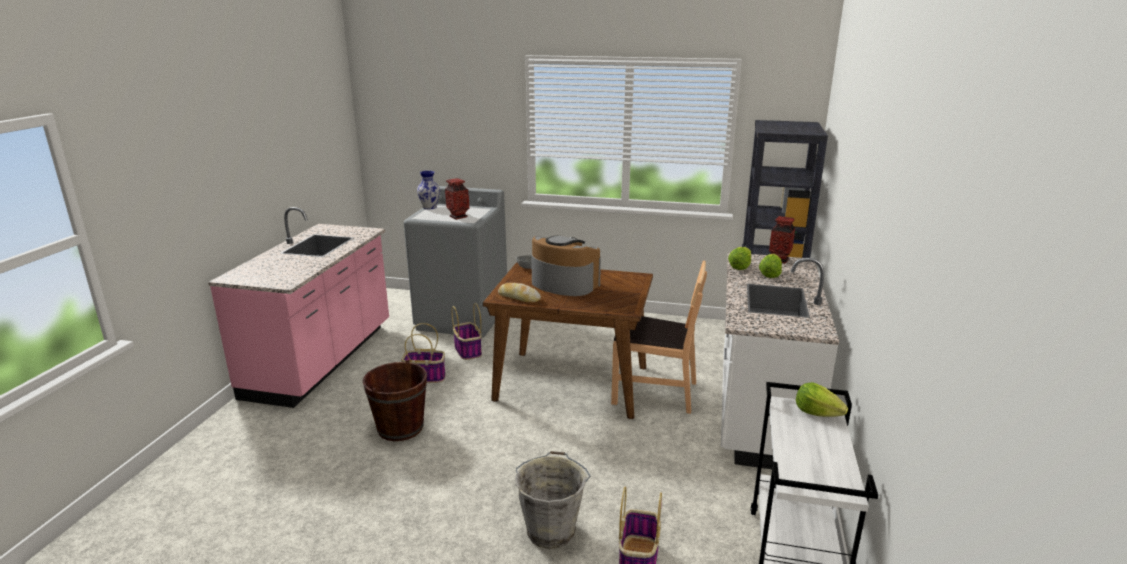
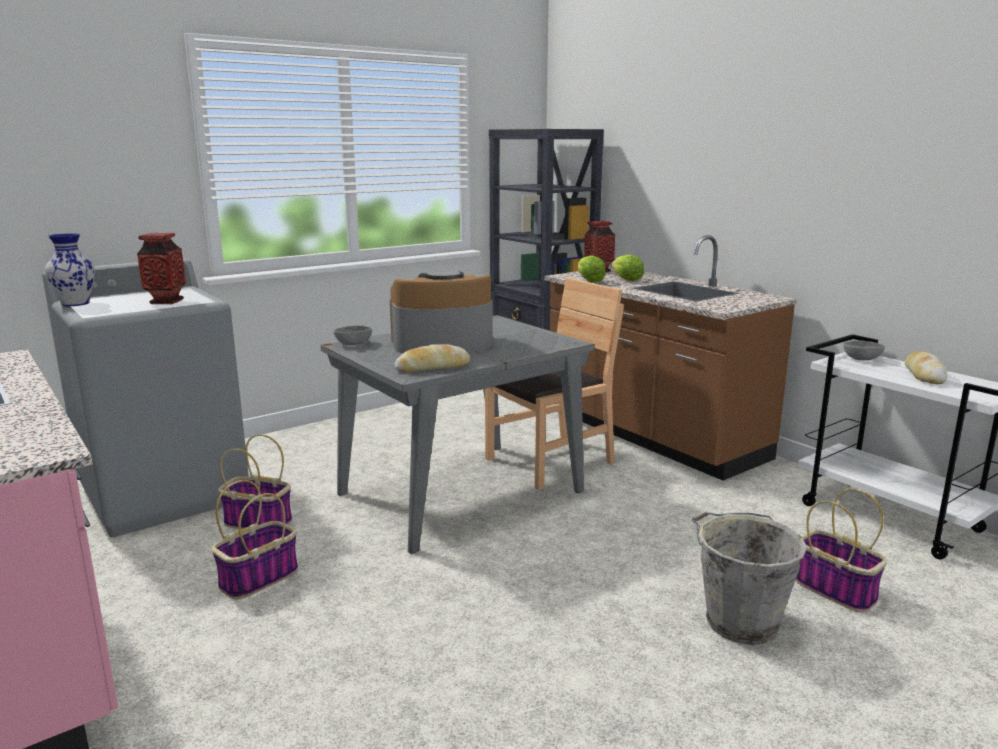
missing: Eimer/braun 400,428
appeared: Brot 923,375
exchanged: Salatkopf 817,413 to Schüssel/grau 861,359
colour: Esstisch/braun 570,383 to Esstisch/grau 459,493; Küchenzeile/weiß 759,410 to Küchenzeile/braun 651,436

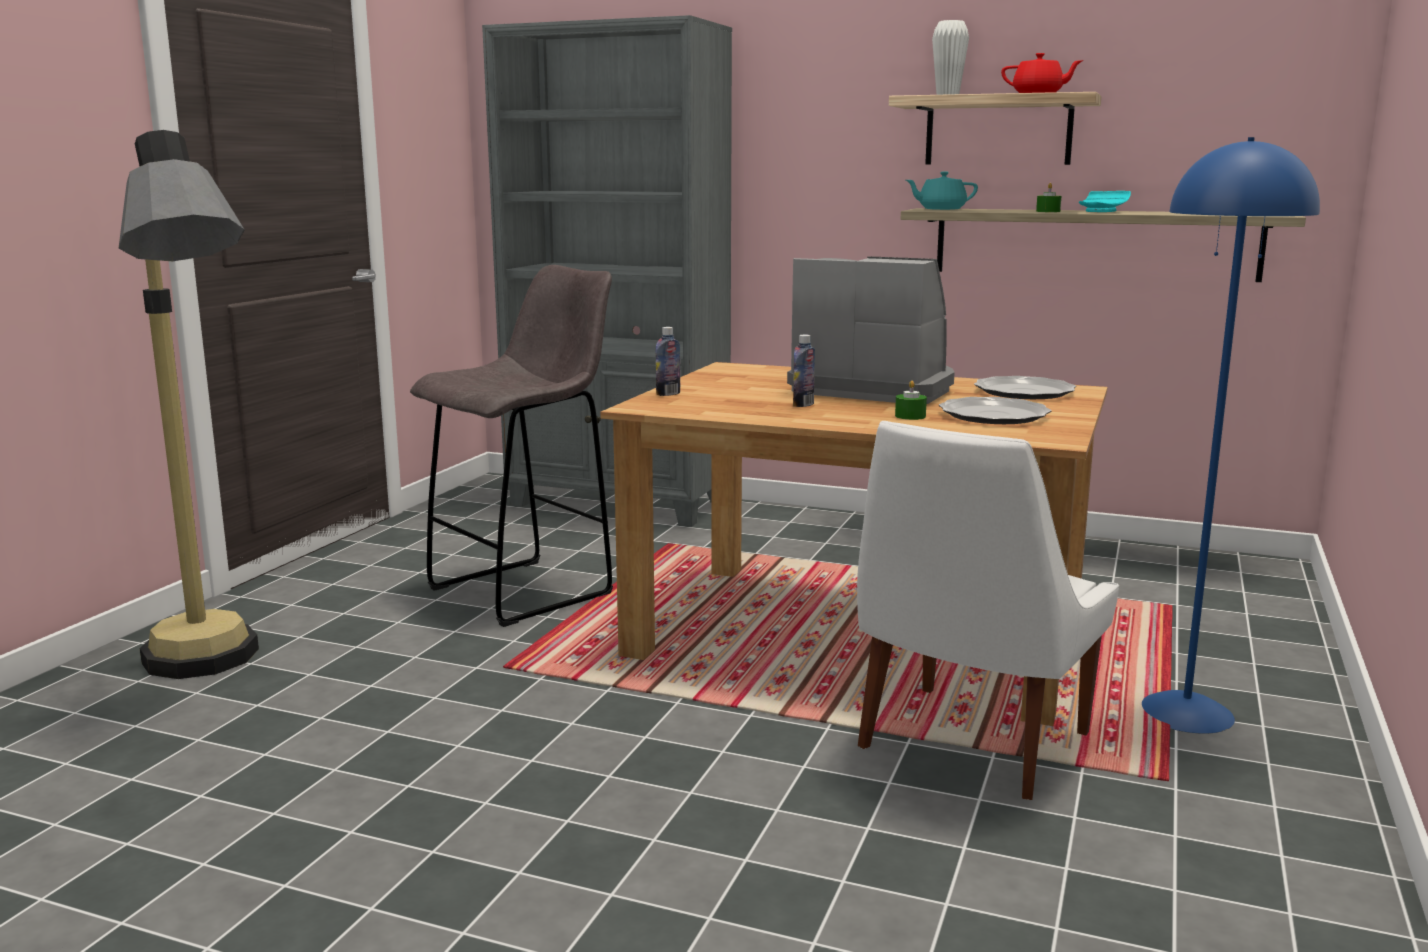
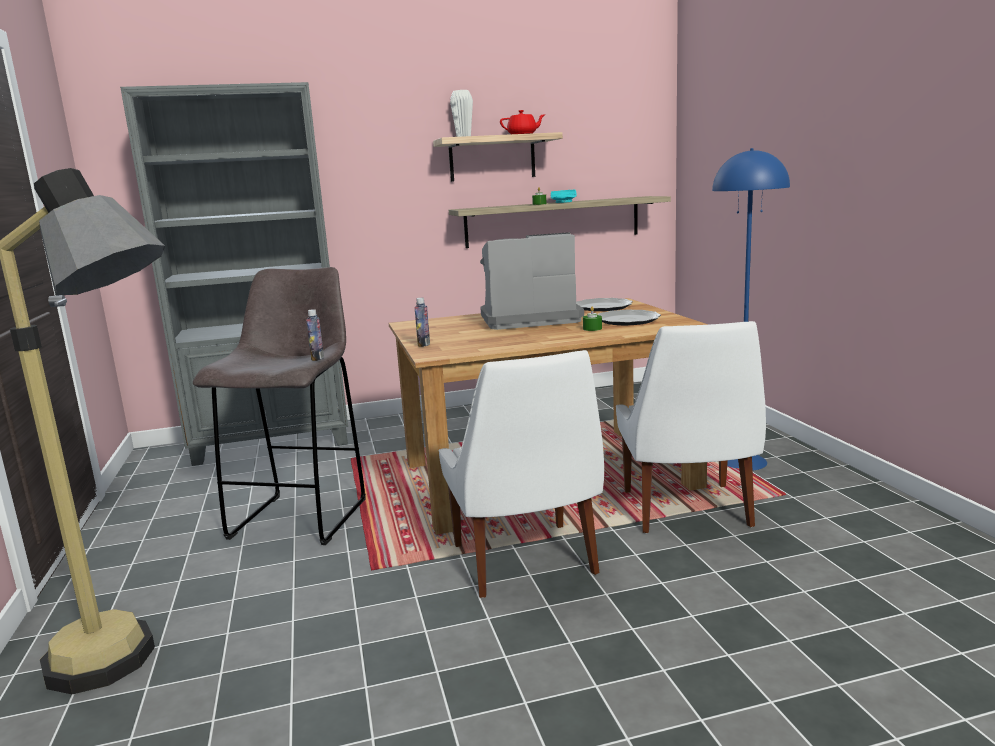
missing: Teekanne/türkis 941,209
appeared: Stuhl/weiß 526,562
relocated: Flasche 803,405 to 317,358

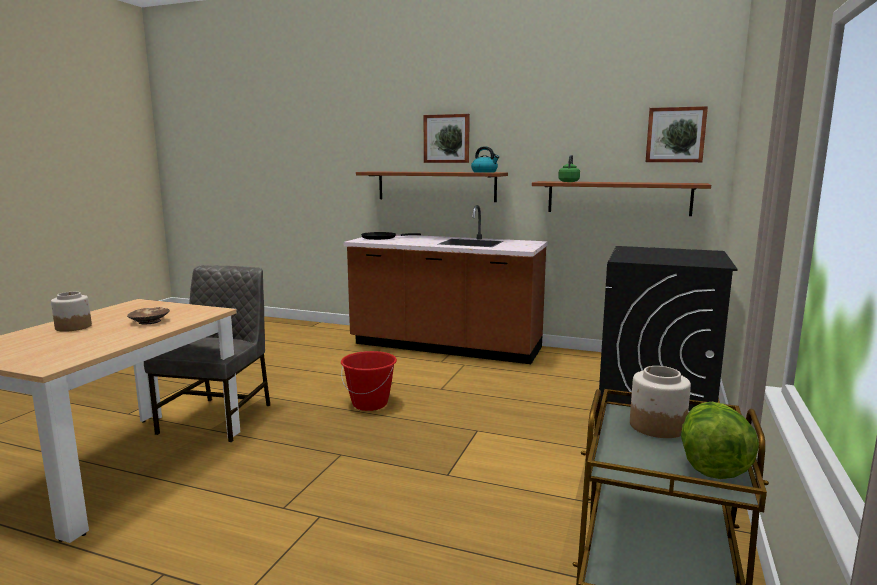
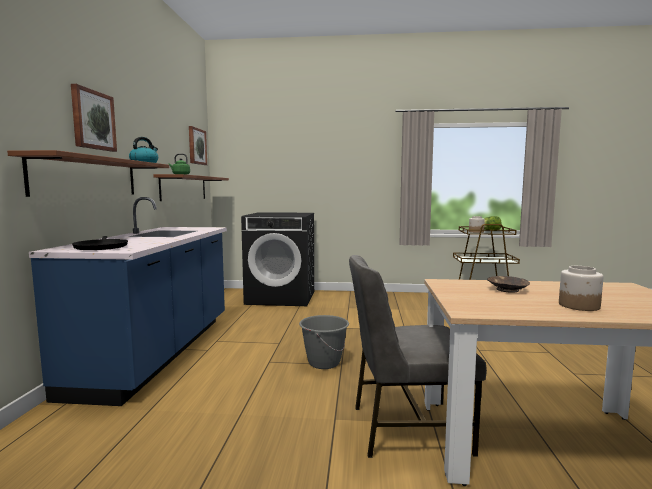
colour: Küchenzeile/braun 445,347 to Küchenzeile/blau 158,352; Eimer/rot 370,404 to Eimer/grau 323,362

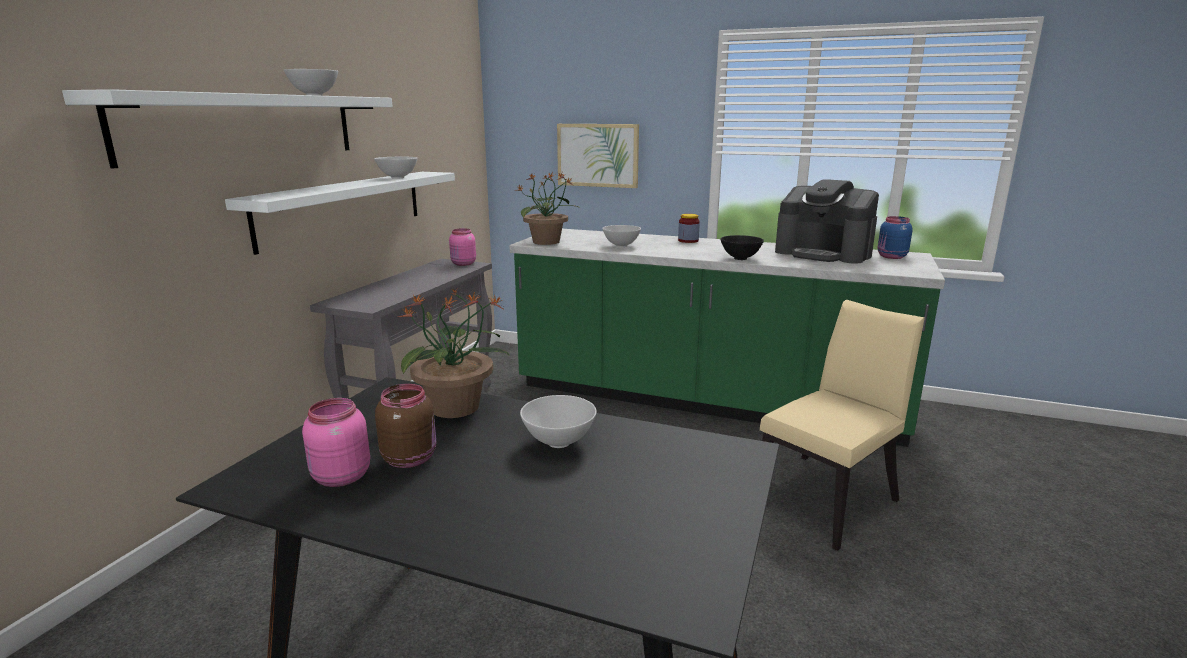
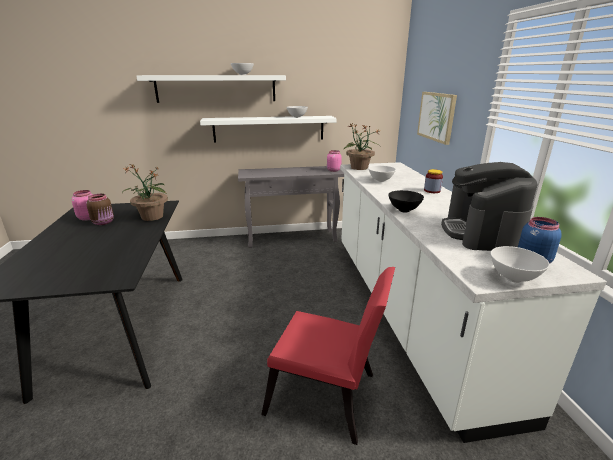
relocated: Schüssel/weiß 559,442 to 513,278
colour: Stuhl/beige 826,496 to Stuhl/rot 327,398; Küchenzeile/grün 704,401 to Küchenzeile/weiß 407,310

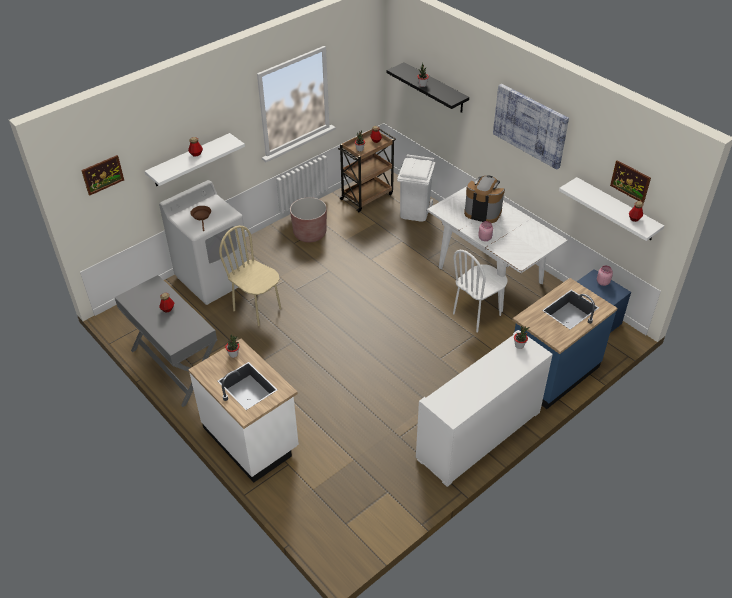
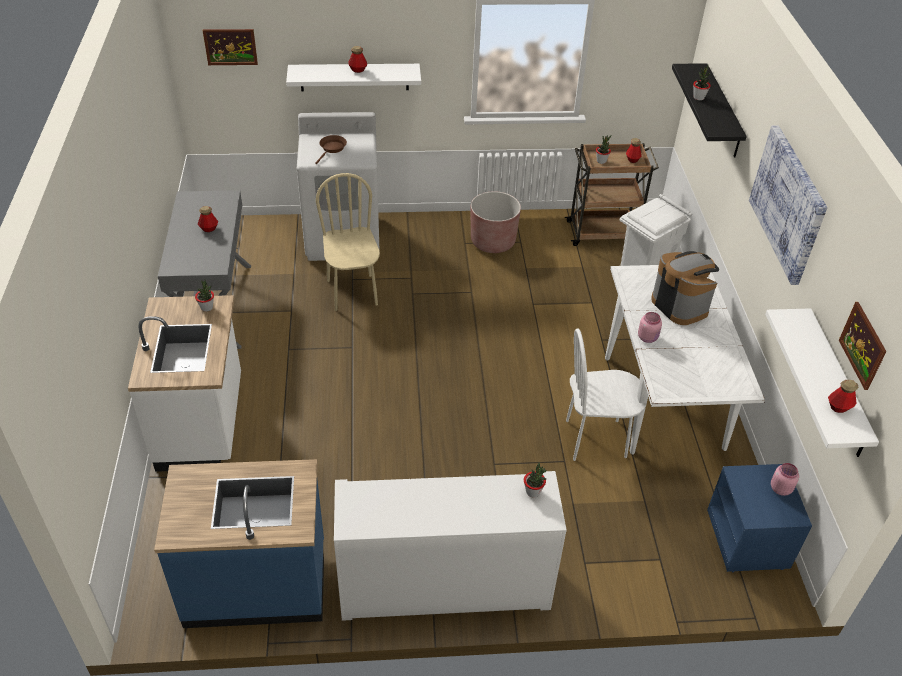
relocated: Küchenzeile/blau 552,372 to 256,584

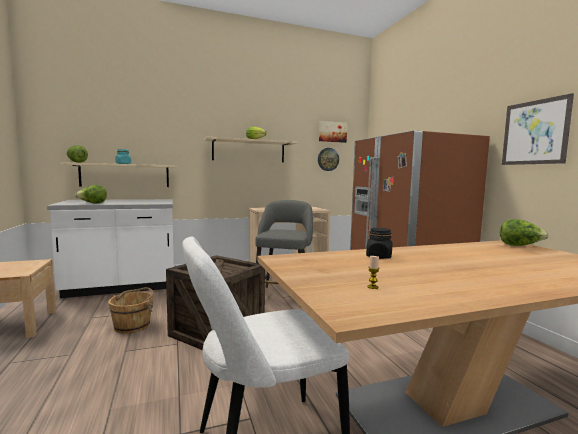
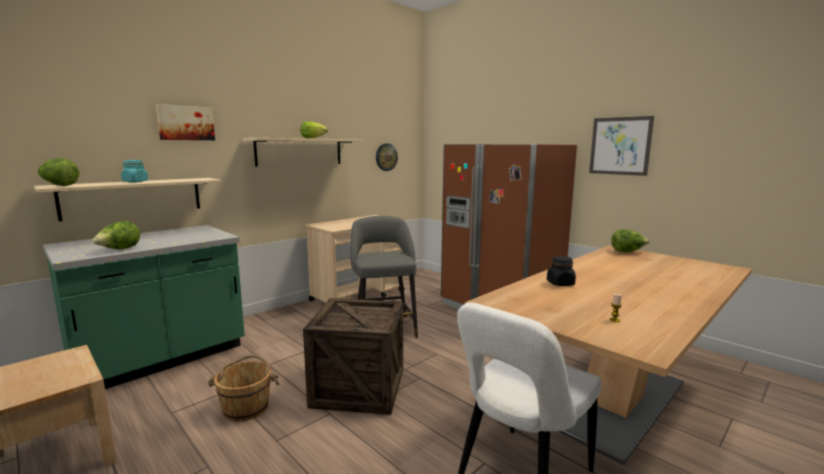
relocated: Bild 332,132 to 186,123
colour: Küchenzeile/weiß 122,287 to Küchenzeile/grün 161,359

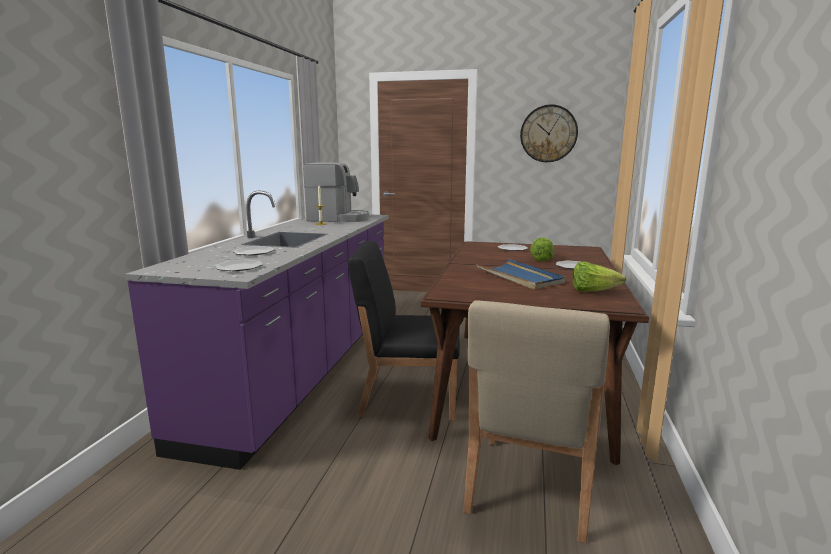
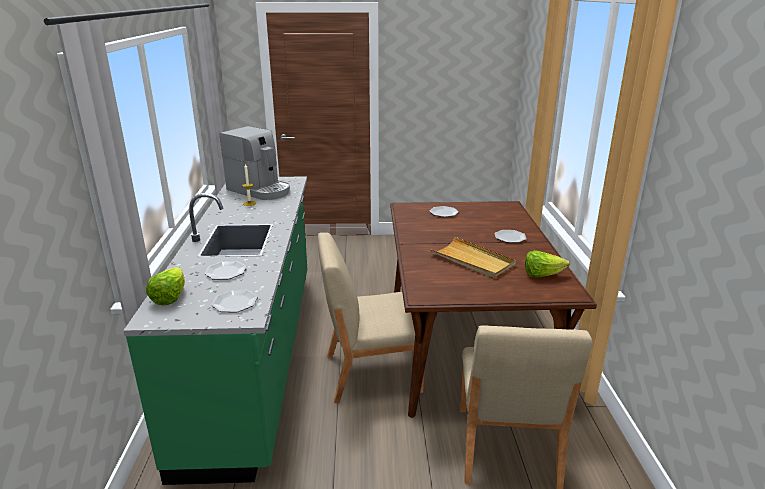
missing: Wanduhr 548,133
relocated: Salatkopf 542,259 to 170,297
colour: Küchenzeile/lila 304,370 to Küchenzeile/grün 256,356; Stuhl/schwarz 408,397 to Stuhl/beige 371,373; Tablett/blau 519,277 to Tablett/beige 472,260
spun: Kaffeemaschine 338,219 = 260,190 45 degrees clockwise

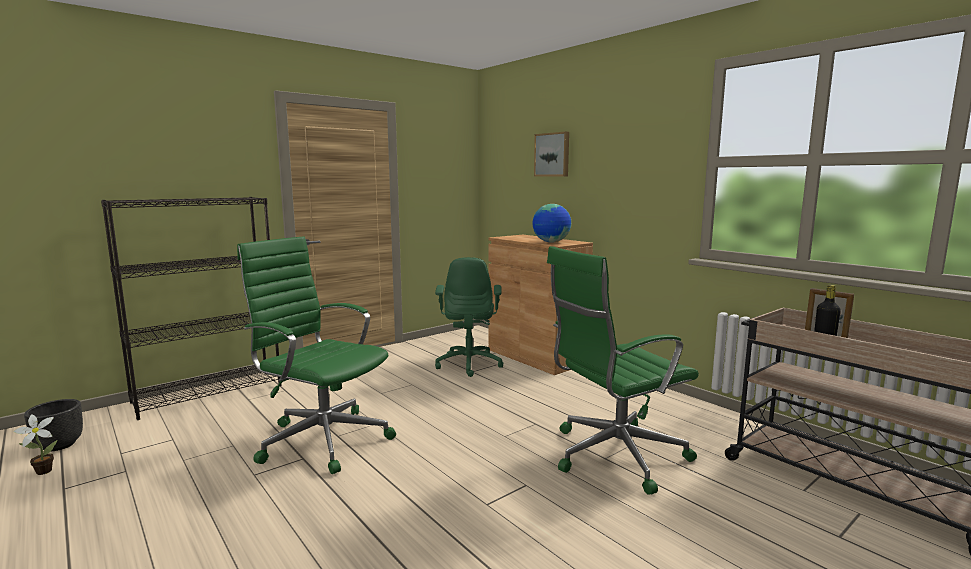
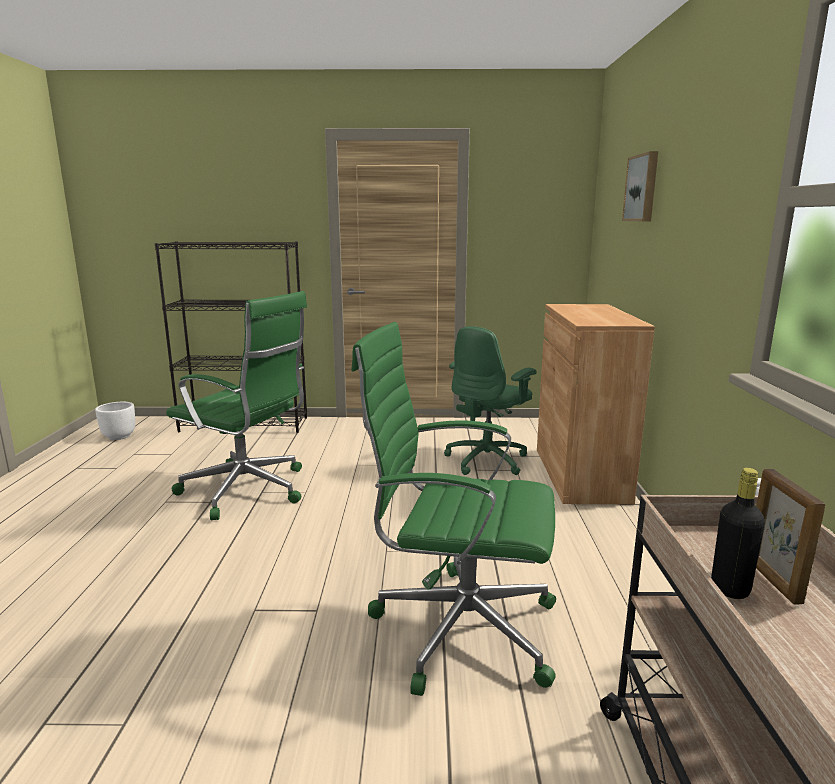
missing: Topfpflanze 41,471; Globus 551,242
colour: Pflanzkübel/schwarz 60,445 to Pflanzkübel/weiß 119,436
spun: Bürostuhl/grün 322,439 = 248,490 135 degrees clockwise

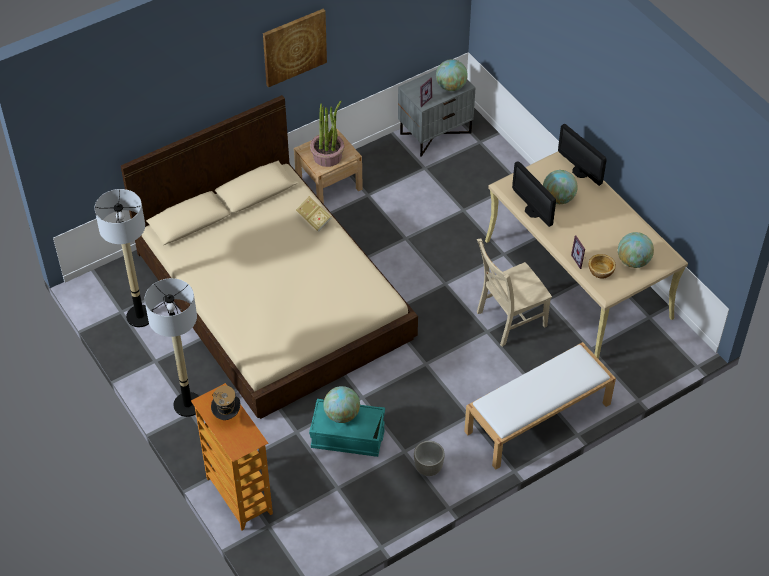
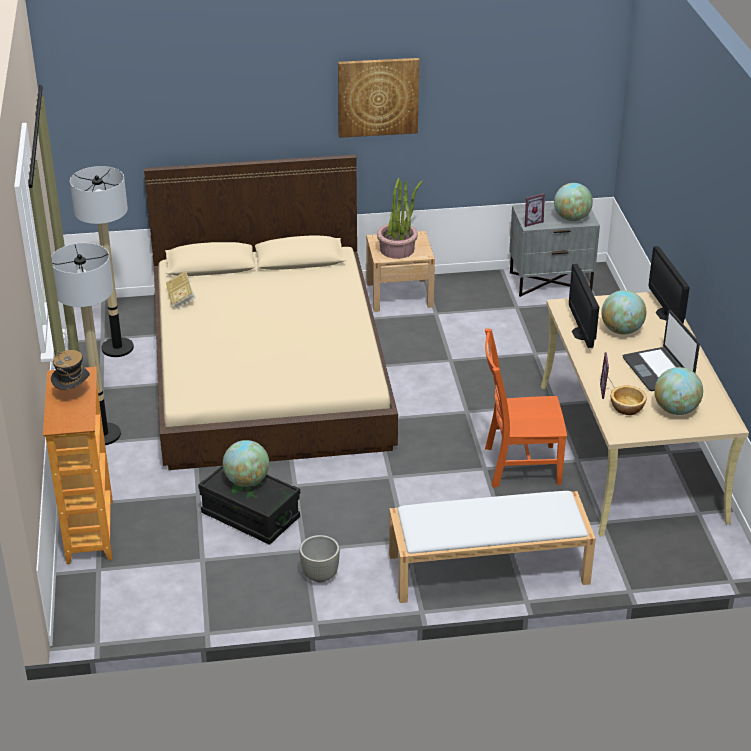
appeared: Laptop 658,370
relocated: Buch 314,220 to 181,298
colour: Aufbewahrungsbox/türkis 347,436 to Aufbewahrungsbox/schwarz 250,516; Stuhl/beige 509,320 to Stuhl/orange 518,465

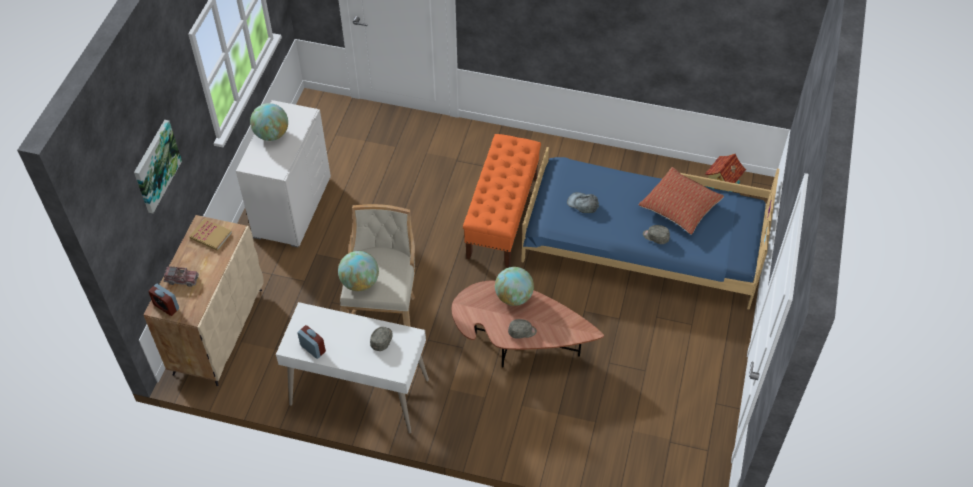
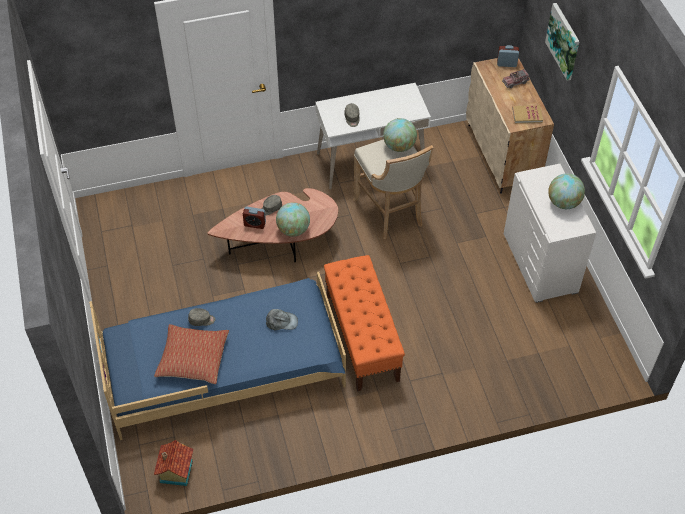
relocated: Wecker 313,348 to 254,224

